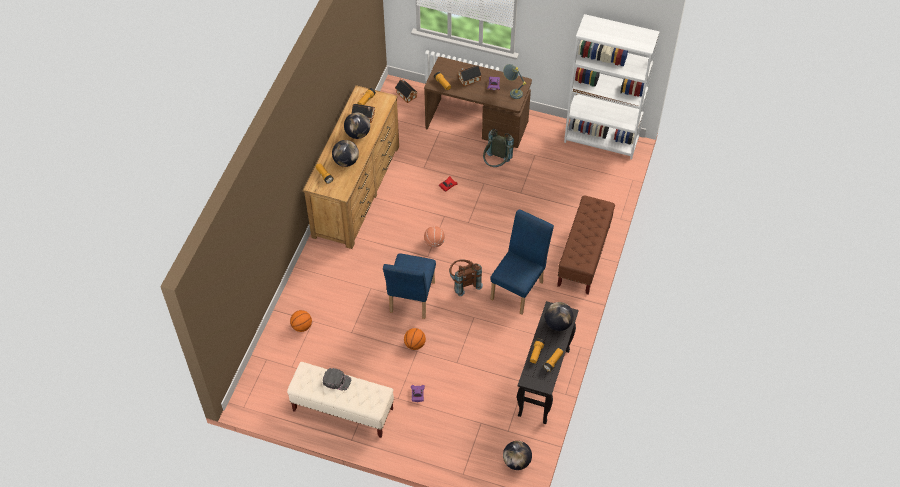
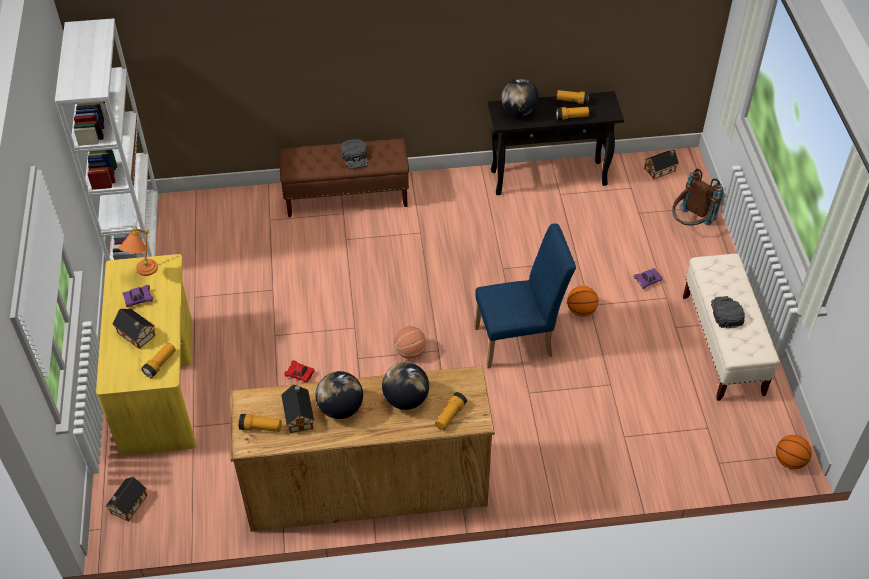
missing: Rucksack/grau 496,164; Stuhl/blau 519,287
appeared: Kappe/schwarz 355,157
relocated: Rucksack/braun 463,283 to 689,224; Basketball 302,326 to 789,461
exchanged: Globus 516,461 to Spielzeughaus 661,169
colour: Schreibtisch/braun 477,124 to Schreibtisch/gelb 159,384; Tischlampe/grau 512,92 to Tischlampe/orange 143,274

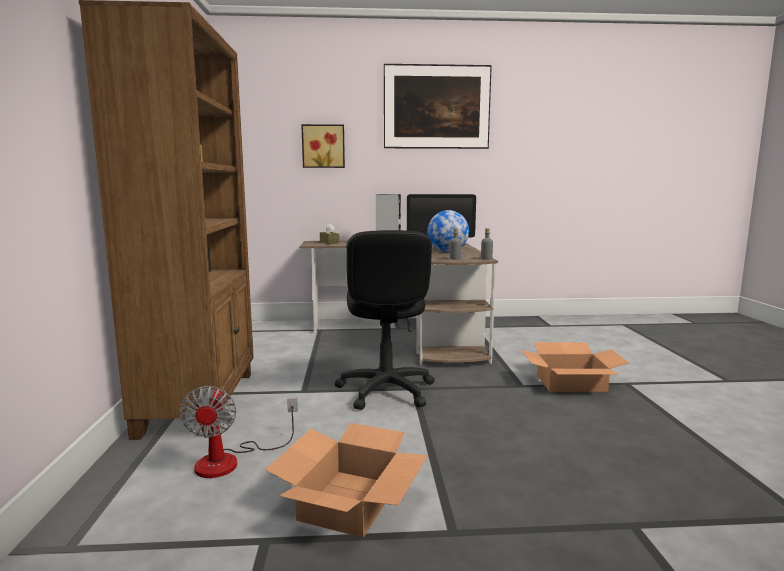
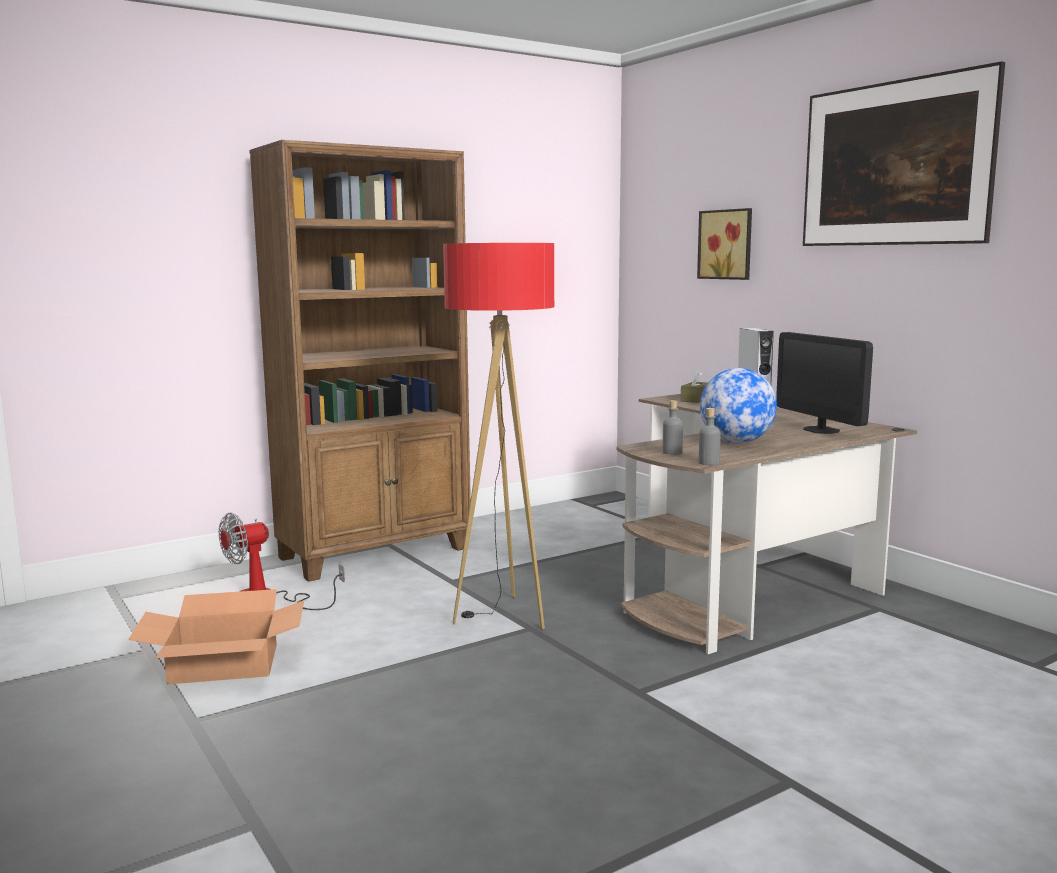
missing: Karton 571,383
exchanged: Bürostuhl/schwarz 385,391 to Stehlampe 502,616

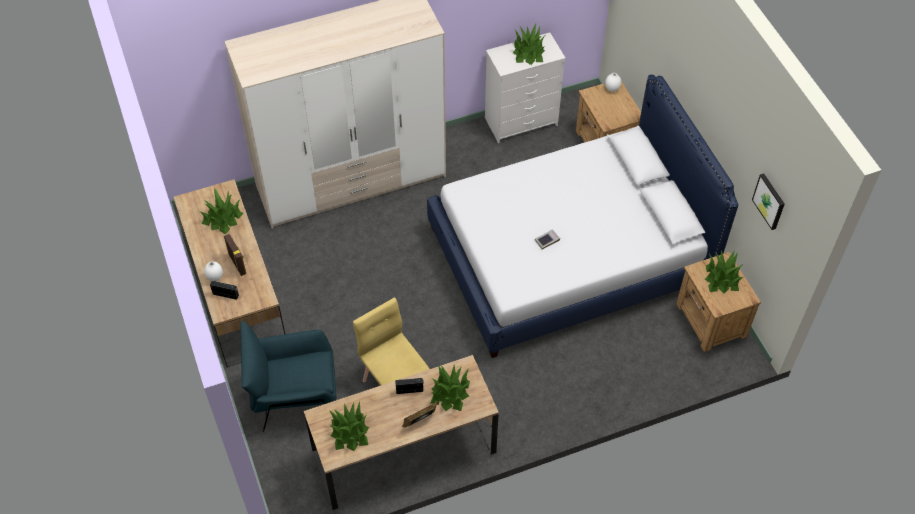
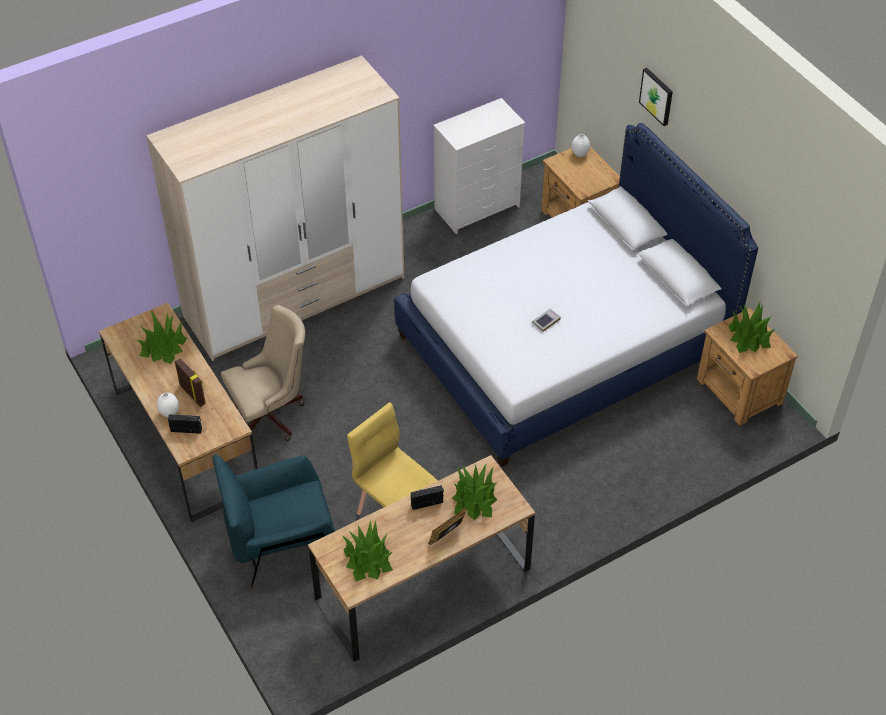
missing: Topfpflanze 528,52
appeared: Bürostuhl/beige 271,415
relocated: Bild 769,201 to 657,96

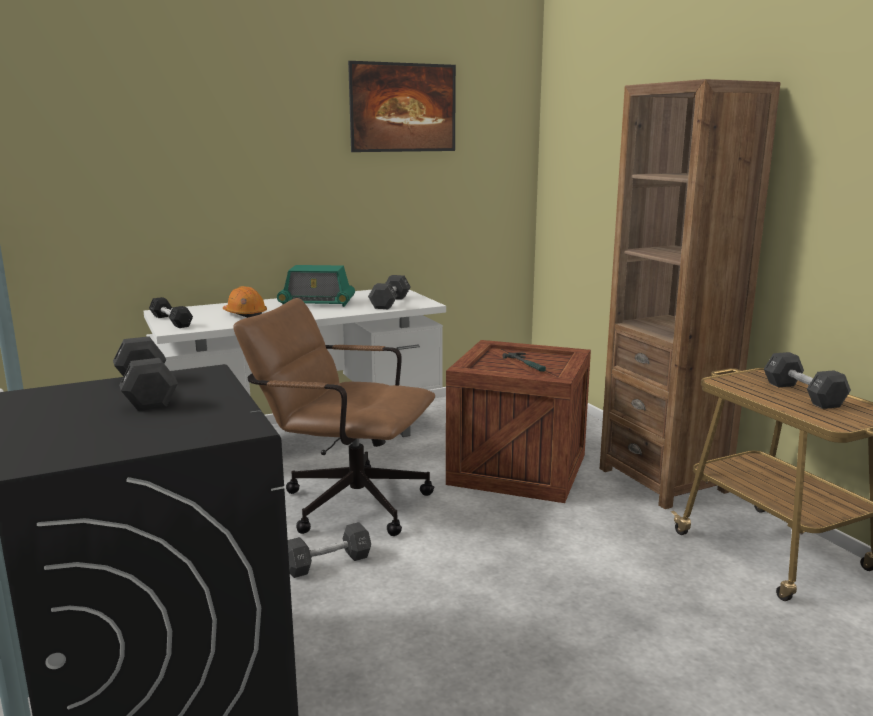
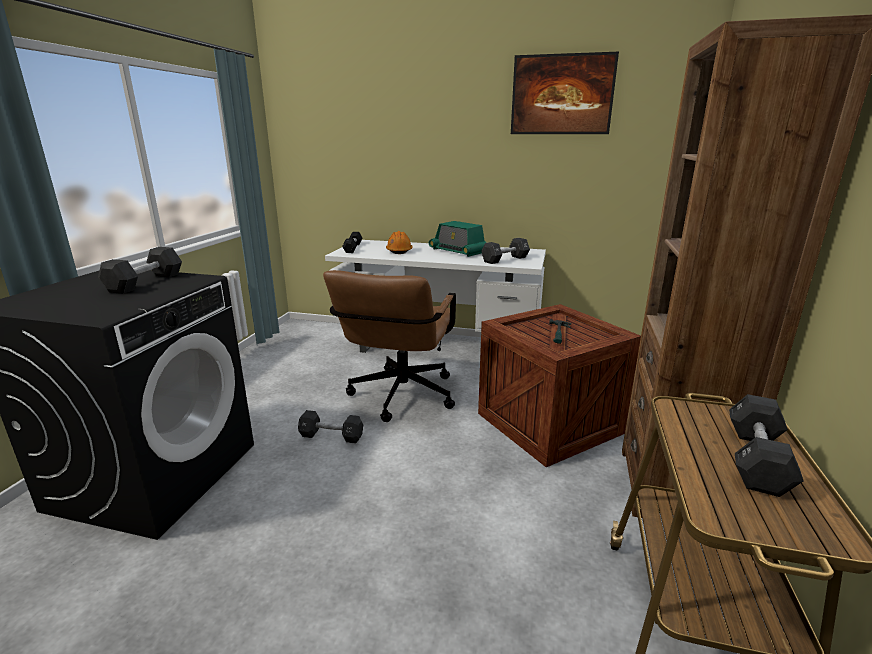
spun: Bürostuhl/braun 344,501 = 399,399 135 degrees counterclockwise

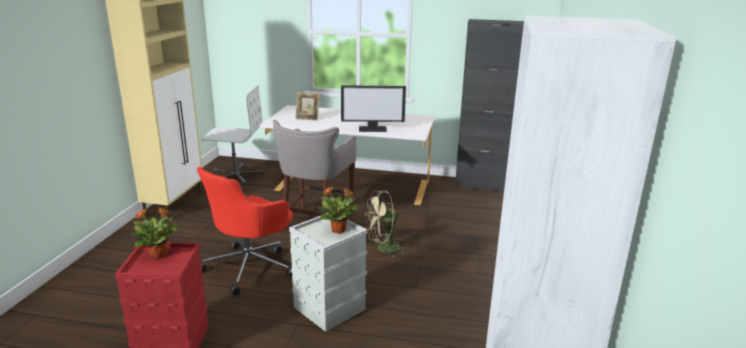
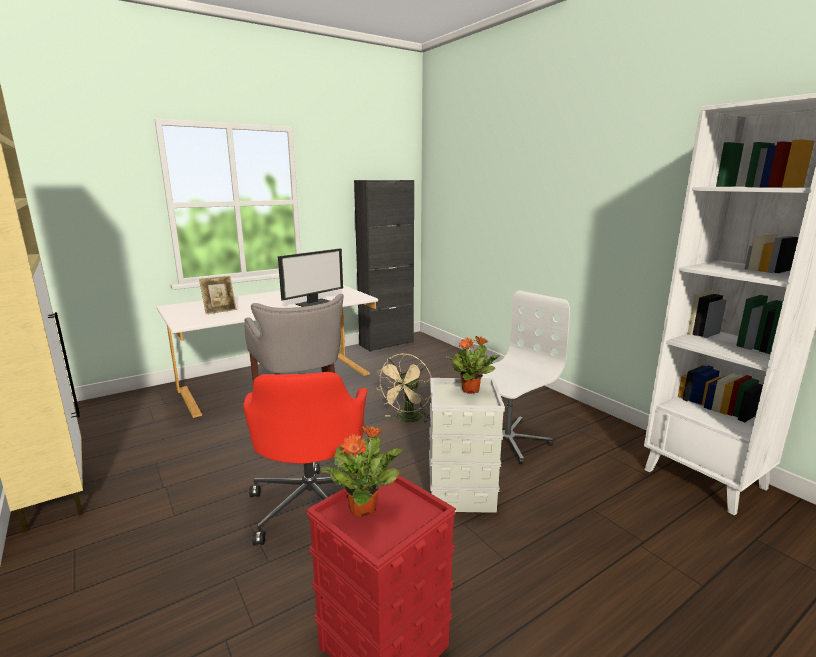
relocated: Bürostuhl/weiß 235,176 to 506,440

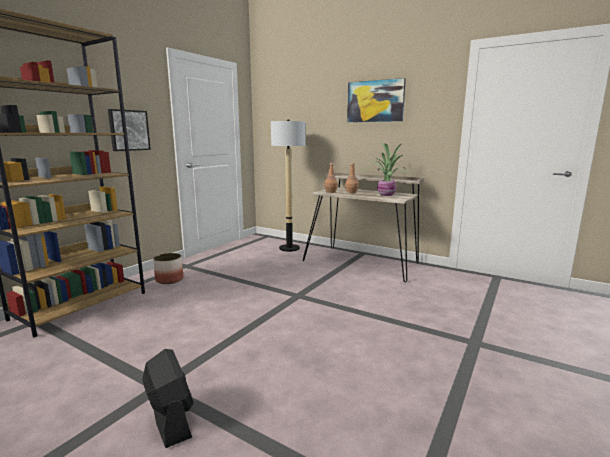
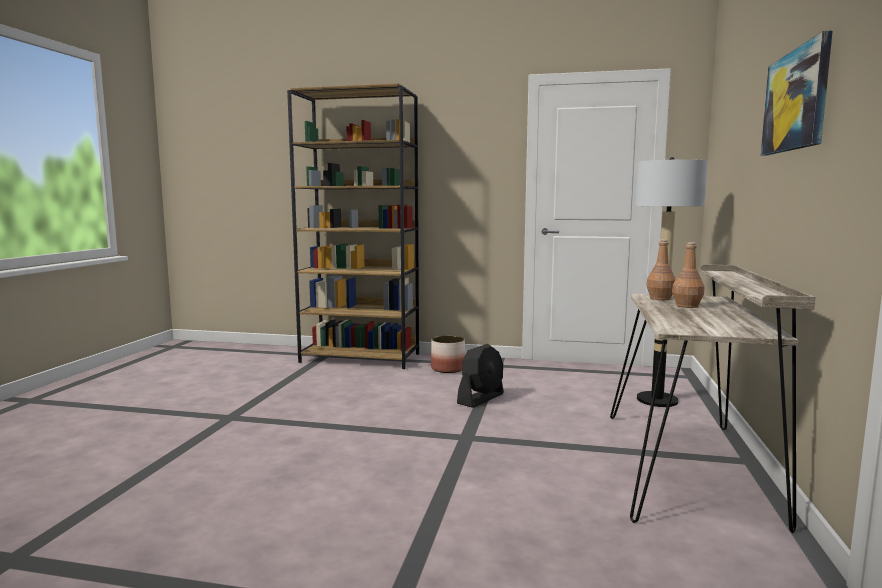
missing: Bild 128,130; Topfpflanze 385,195
relocated: Ventilator/schwarz 171,419 to 481,398

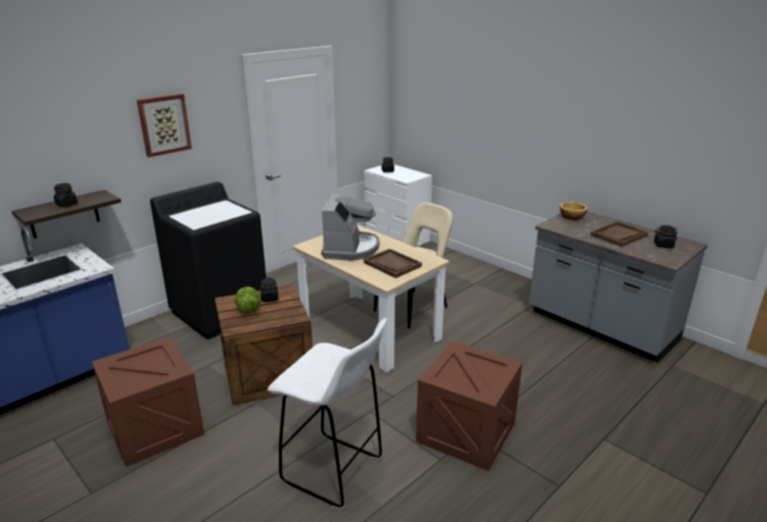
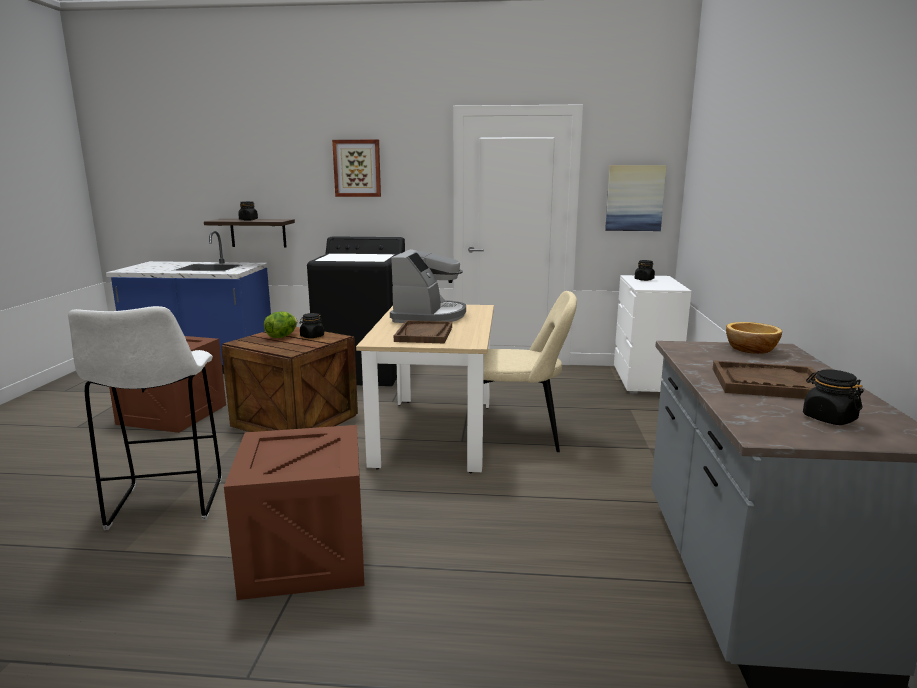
appeared: Bild 634,198
spun: Kaffeemaschine 350,248 = 429,316 45 degrees counterclockwise

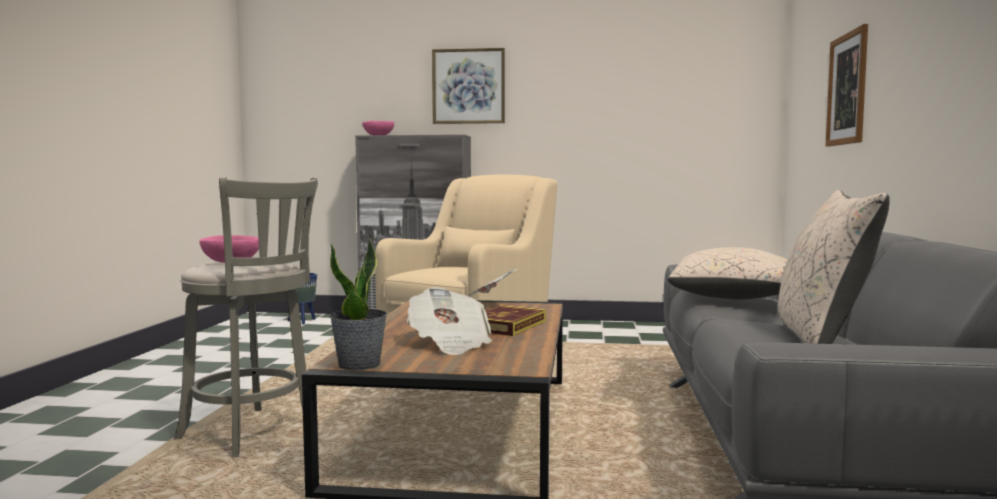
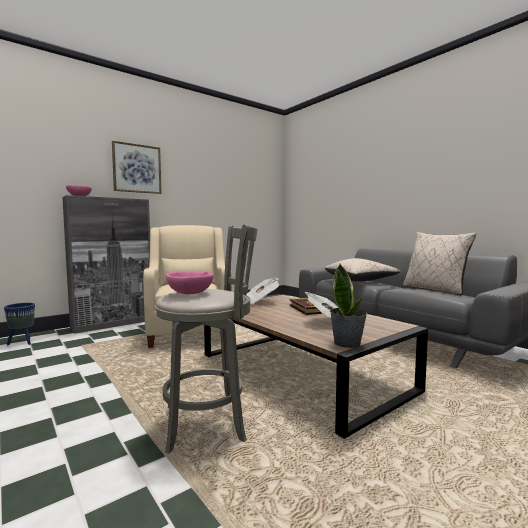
missing: Bild 847,89

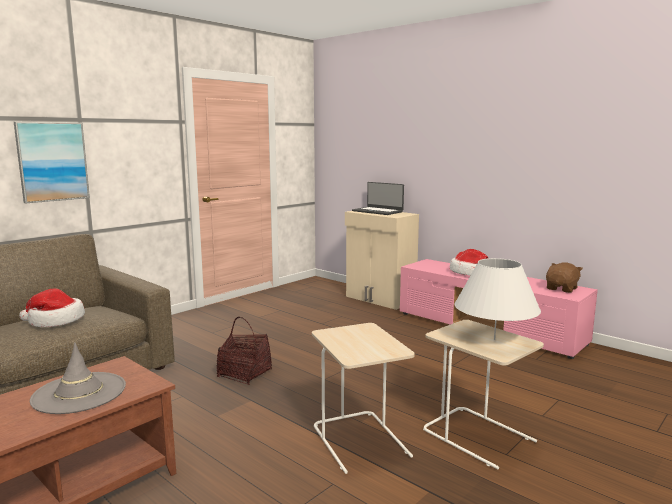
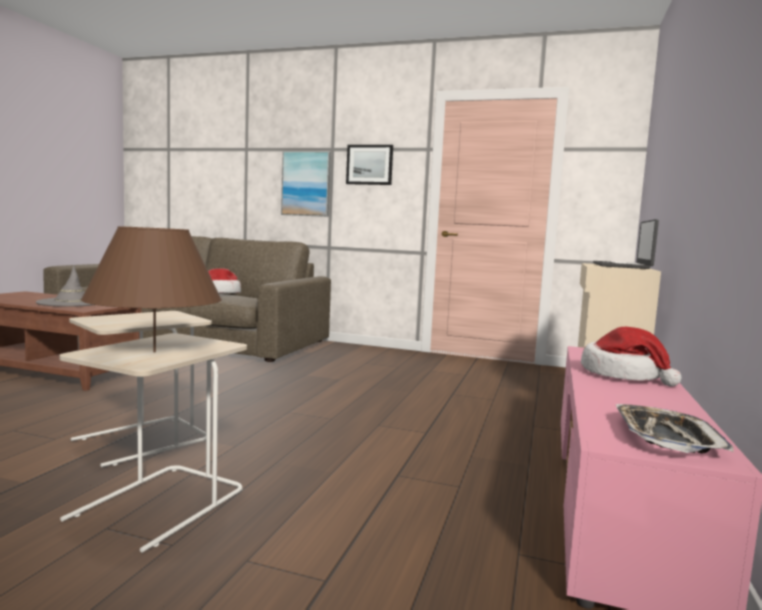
missing: Korb 244,373
appeared: Bild 369,165
exchanged: Plüschtier/braun 562,289 to Tablett 666,437
colour: Tischlampe/weiß 494,339 to Tischlampe/braun 155,352

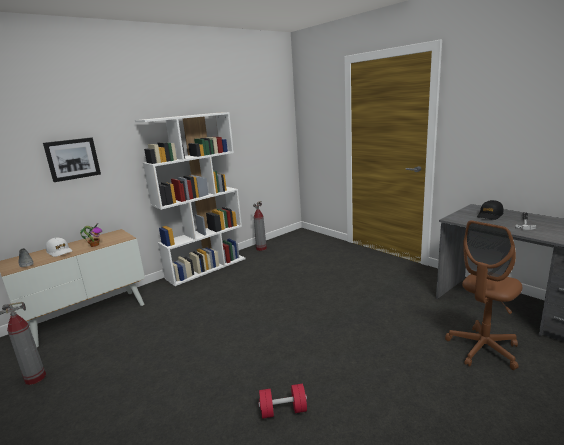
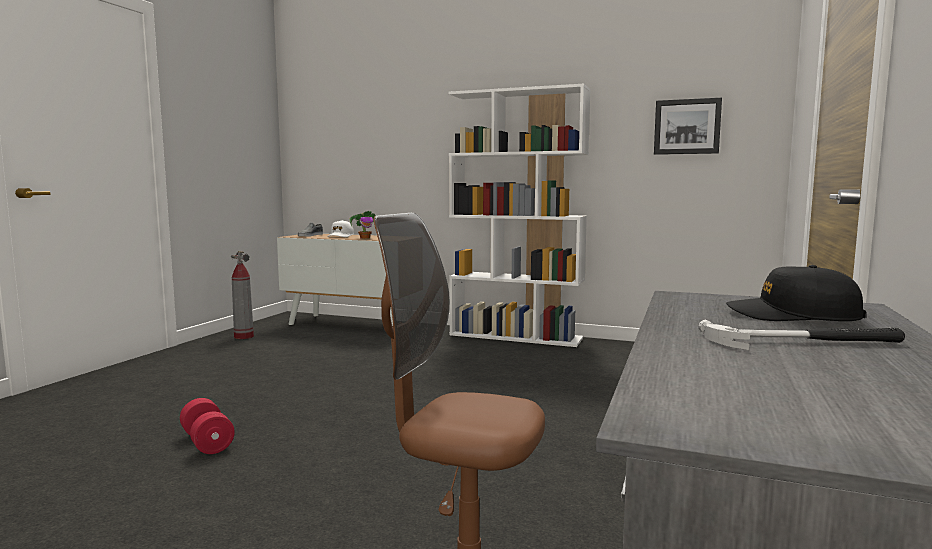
missing: Feuerlöscher 261,248
relocated: Bild 72,159 to 687,127

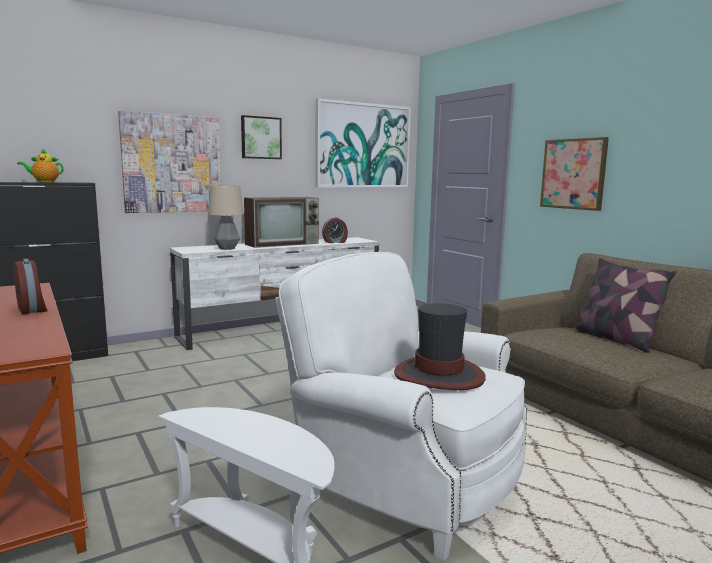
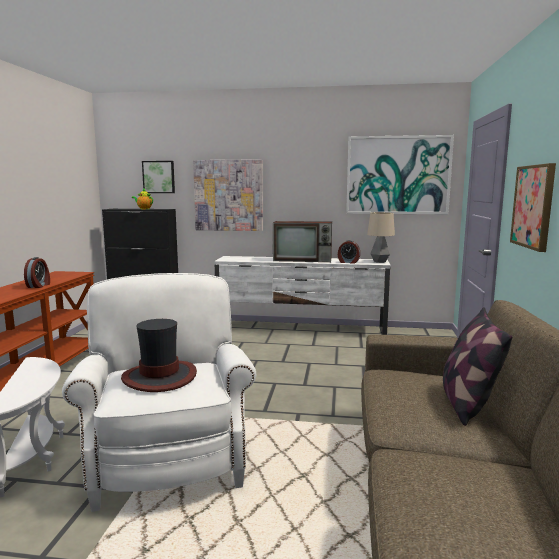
relocated: Bild 260,138 to 159,177; Tischlampe 226,248 to 379,261

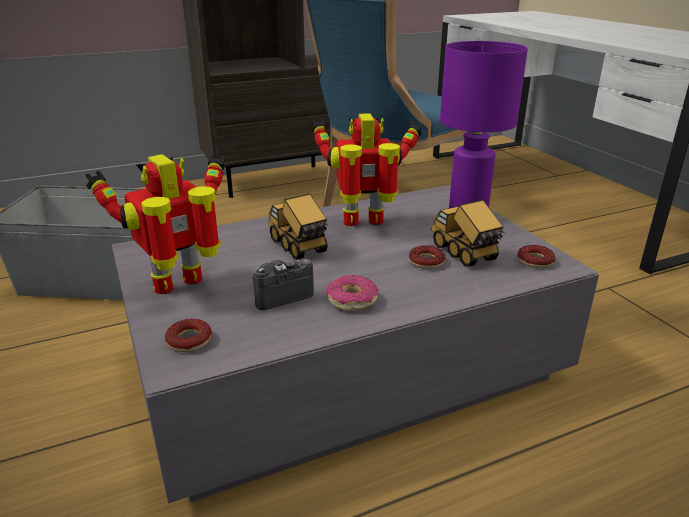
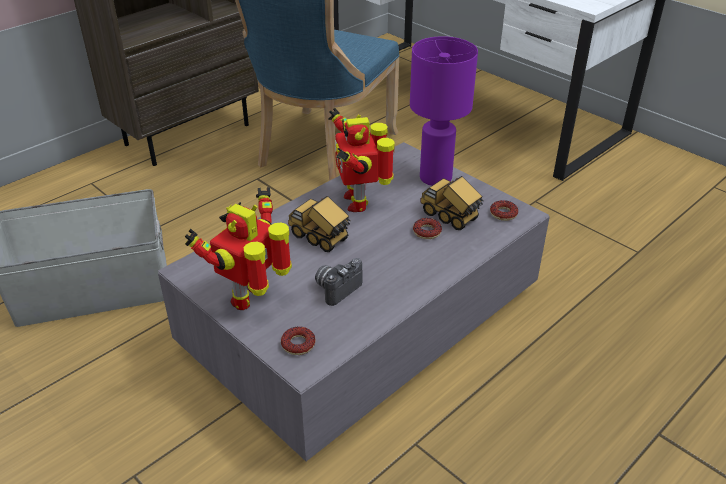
missing: Donut 352,300
spun: Spielzeugroboter 365,223 = 358,201 75 degrees counterclockwise

